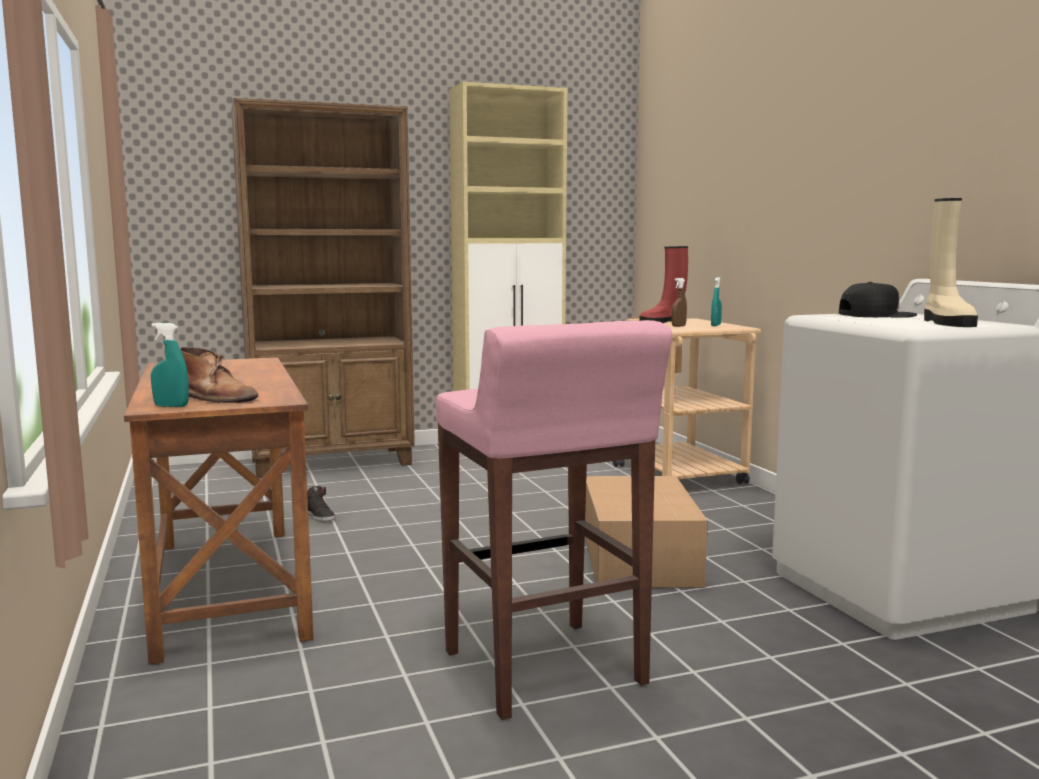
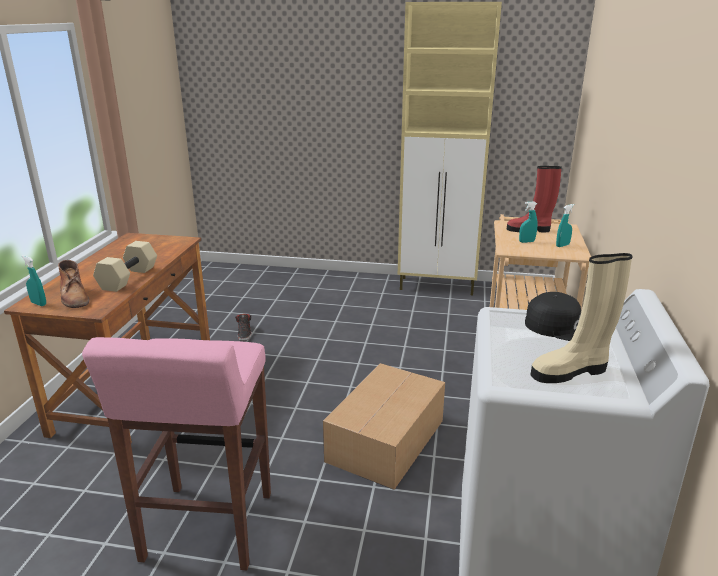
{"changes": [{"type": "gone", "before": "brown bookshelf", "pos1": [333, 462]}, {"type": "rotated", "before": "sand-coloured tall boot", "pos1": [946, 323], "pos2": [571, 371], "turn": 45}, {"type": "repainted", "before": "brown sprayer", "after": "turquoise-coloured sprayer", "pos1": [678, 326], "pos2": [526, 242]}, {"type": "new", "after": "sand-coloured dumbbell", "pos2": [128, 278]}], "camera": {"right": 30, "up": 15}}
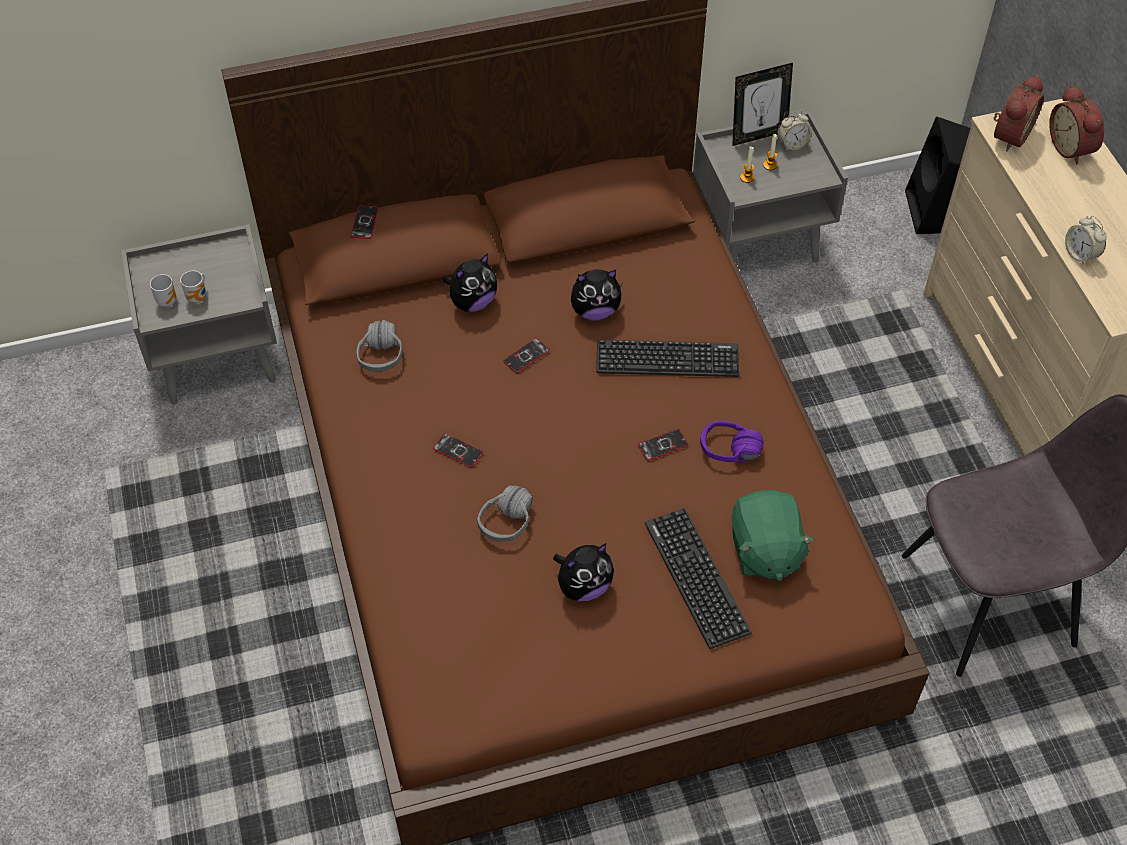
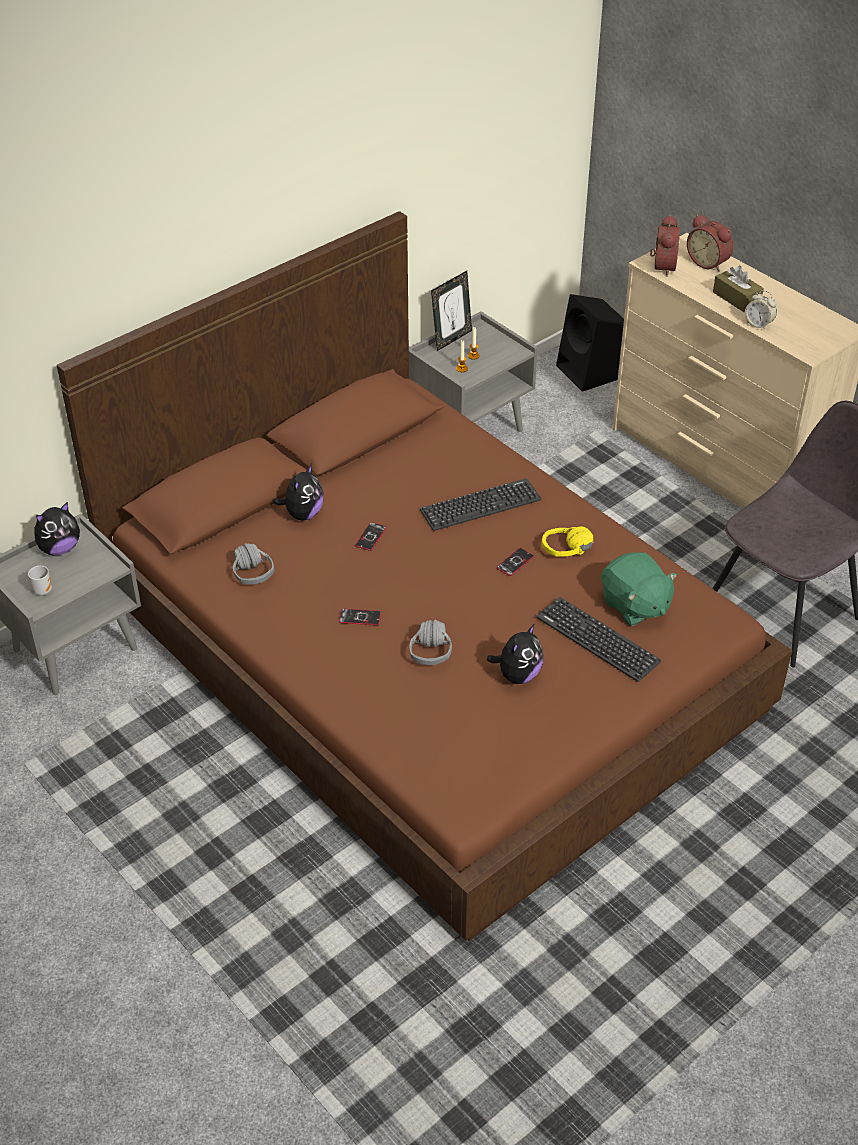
{"changes": [{"type": "gone", "before": "table clock", "pos1": [792, 144]}, {"type": "gone", "before": "handset", "pos1": [364, 223]}, {"type": "shifted", "before": "cuddly toy", "pos1": [595, 311], "pos2": [59, 548]}, {"type": "gone", "before": "mug", "pos1": [198, 297]}, {"type": "repainted", "before": "purple-coloured headset", "after": "yellow headset", "pos1": [729, 458], "pos2": [569, 554]}, {"type": "new", "after": "brown tissue box", "pos2": [736, 298]}], "camera": {"right": -25, "up": -10}}
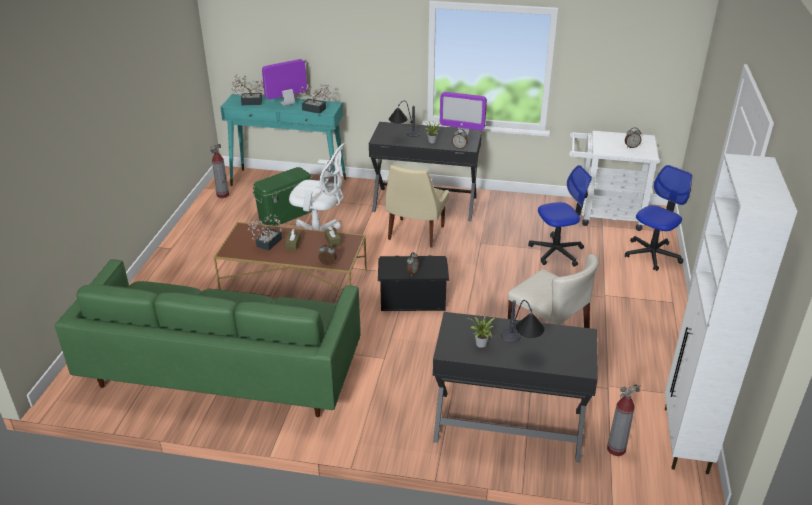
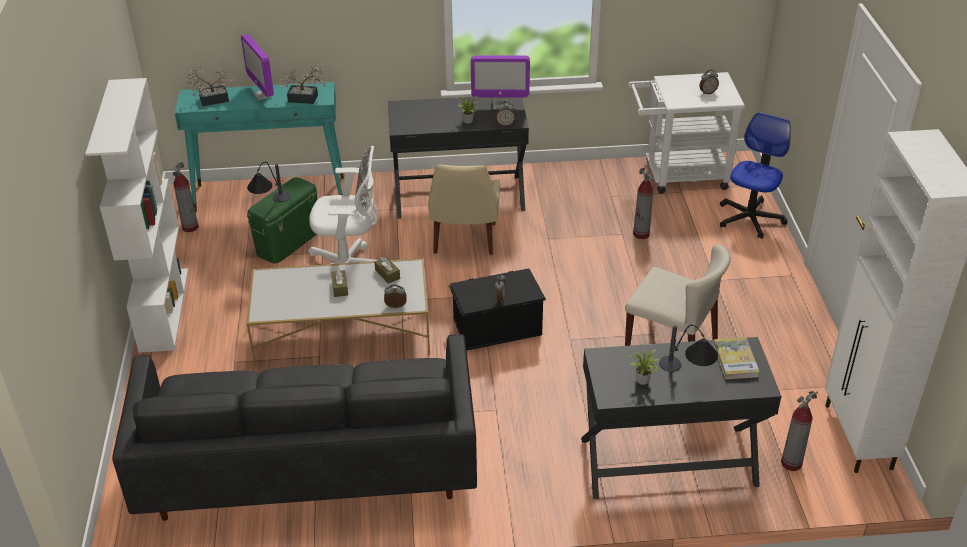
{"changes": [{"type": "rotated", "before": "monitor", "pos1": [287, 103], "pos2": [263, 94], "turn": -75}, {"type": "shifted", "before": "lamp for a table", "pos1": [403, 138], "pos2": [270, 206]}, {"type": "swapped", "before": "desk chair", "after": "extinguisher", "pos1": [556, 252], "pos2": [641, 234]}, {"type": "gone", "before": "potted plant", "pos1": [267, 244]}, {"type": "repainted", "before": "brown coffee table", "after": "white-coloured coffee table", "pos1": [293, 282], "pos2": [341, 333]}, {"type": "repainted", "before": "green sofa", "after": "black-coloured sofa", "pos1": [223, 371], "pos2": [309, 467]}, {"type": "new", "after": "white-coloured bookshelf", "pos2": [163, 309]}, {"type": "new", "after": "volume", "pos2": [735, 360]}], "camera": {"right": -15, "up": 5}}
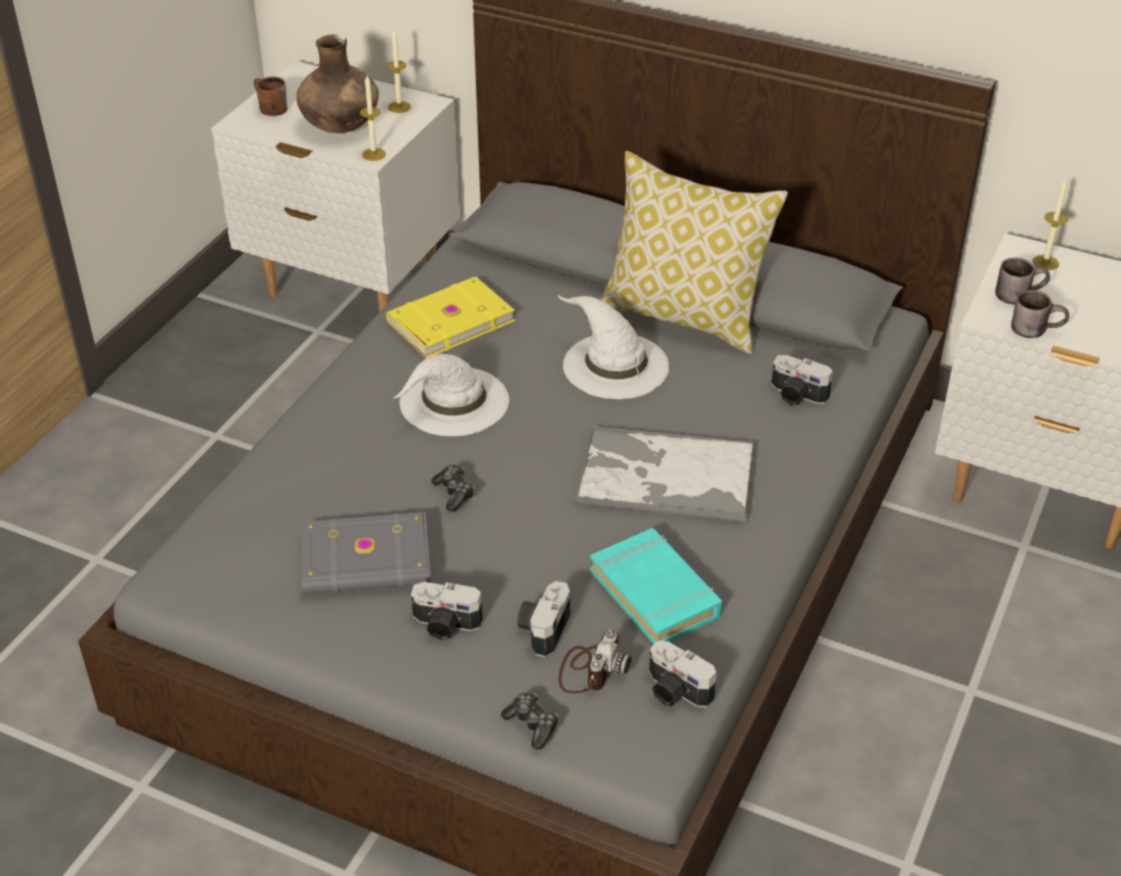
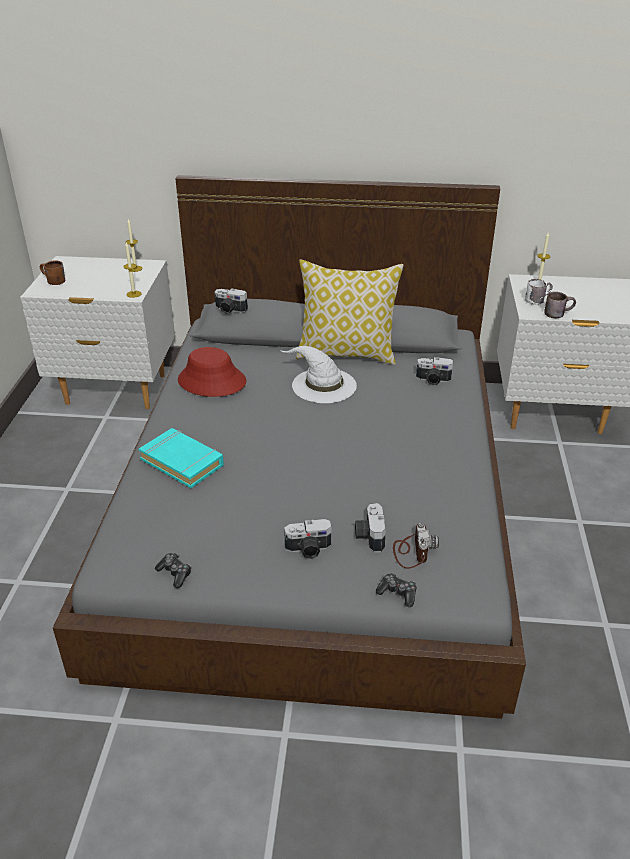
{"changes": [{"type": "gone", "before": "brown vase", "pos1": [341, 127]}, {"type": "repainted", "before": "brown mug", "after": "white-coloured mug", "pos1": [1017, 294], "pos2": [536, 299]}, {"type": "swapped", "before": "yellow volume", "after": "red hat", "pos1": [449, 320], "pos2": [211, 381]}, {"type": "gone", "before": "white-coloured hat", "pos1": [453, 402]}, {"type": "gone", "before": "carrying tray", "pos1": [664, 476]}, {"type": "shifted", "before": "gamepad", "pos1": [454, 493], "pos2": [175, 573]}, {"type": "gone", "before": "gray volume", "pos1": [367, 561]}, {"type": "shifted", "before": "turquoise-coloured volume", "pos1": [655, 593], "pos2": [182, 462]}, {"type": "shifted", "before": "still camera", "pos1": [675, 692], "pos2": [229, 310]}], "camera": {"right": -20, "up": -5}}
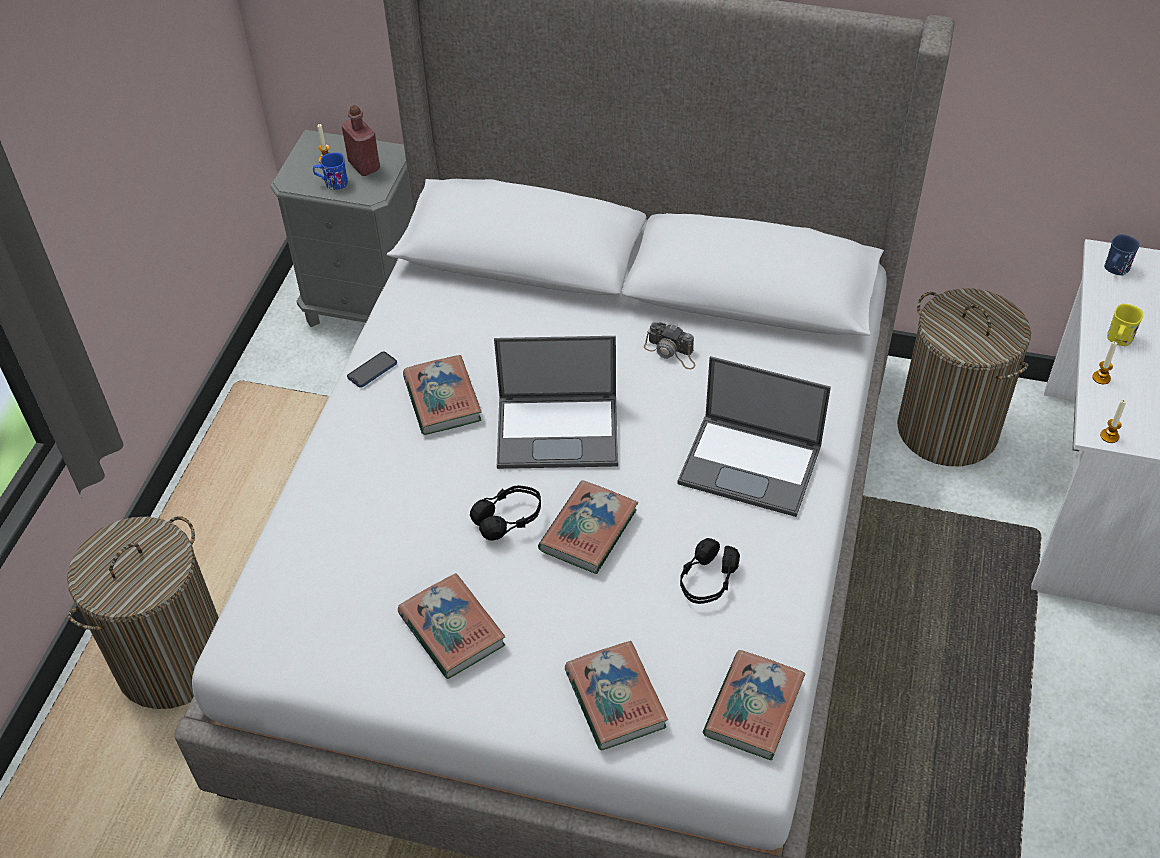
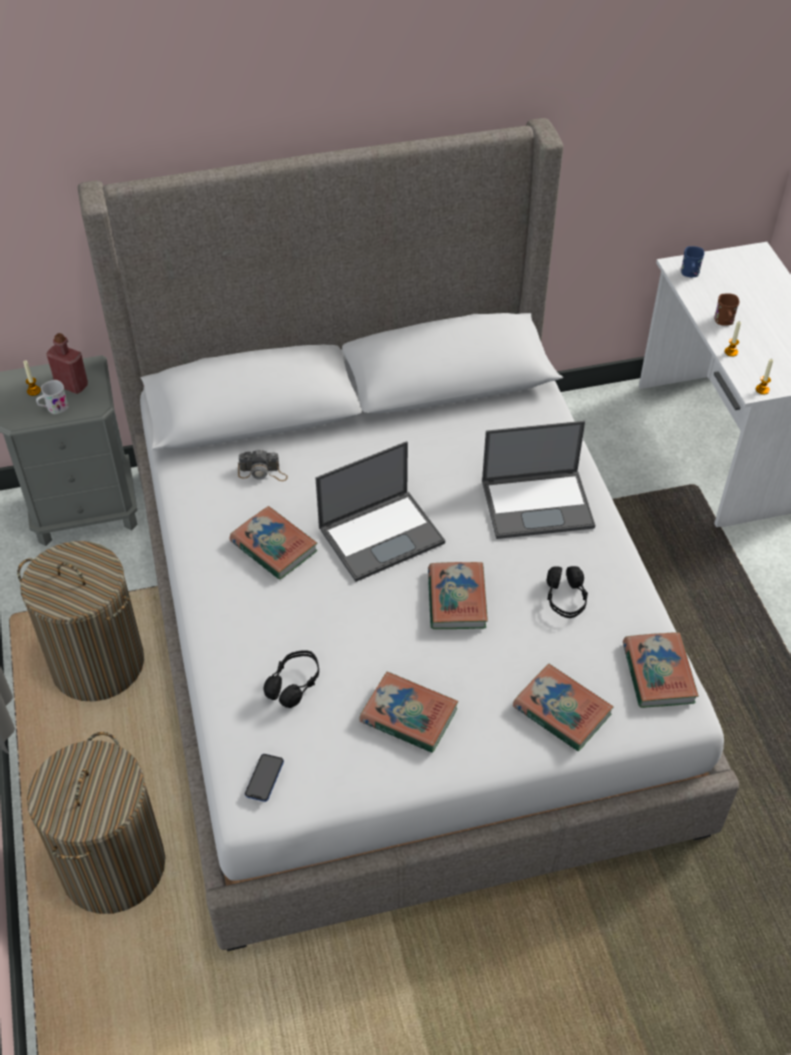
{"changes": [{"type": "repainted", "before": "blue mug", "after": "white-coloured mug", "pos1": [332, 183], "pos2": [54, 408]}, {"type": "shifted", "before": "laundry basket", "pos1": [947, 429], "pos2": [97, 663]}, {"type": "repainted", "before": "yellow mug", "after": "brown mug", "pos1": [1118, 340], "pos2": [724, 322]}, {"type": "shifted", "before": "still camera", "pos1": [671, 352], "pos2": [263, 472]}, {"type": "shifted", "before": "handset", "pos1": [372, 370], "pos2": [264, 778]}, {"type": "shifted", "before": "black-coloured headset", "pos1": [508, 519], "pos2": [294, 684]}], "camera": {"right": -30, "up": 0}}
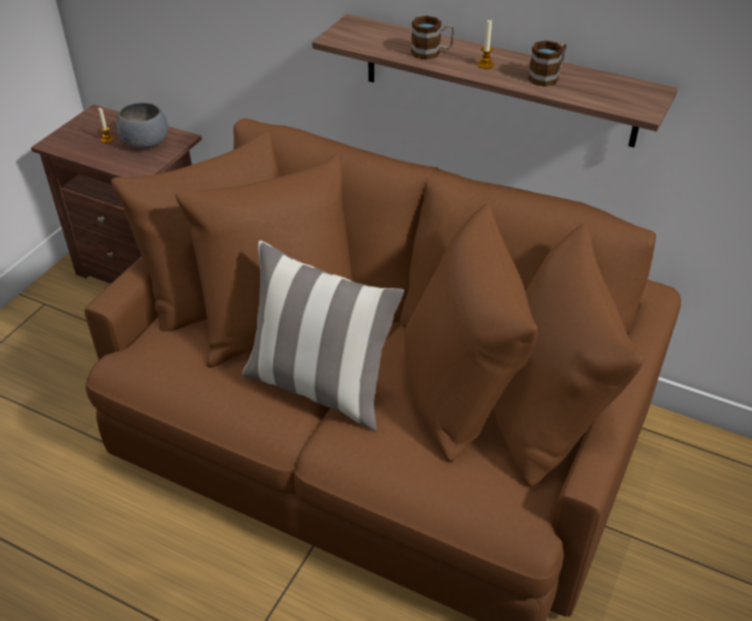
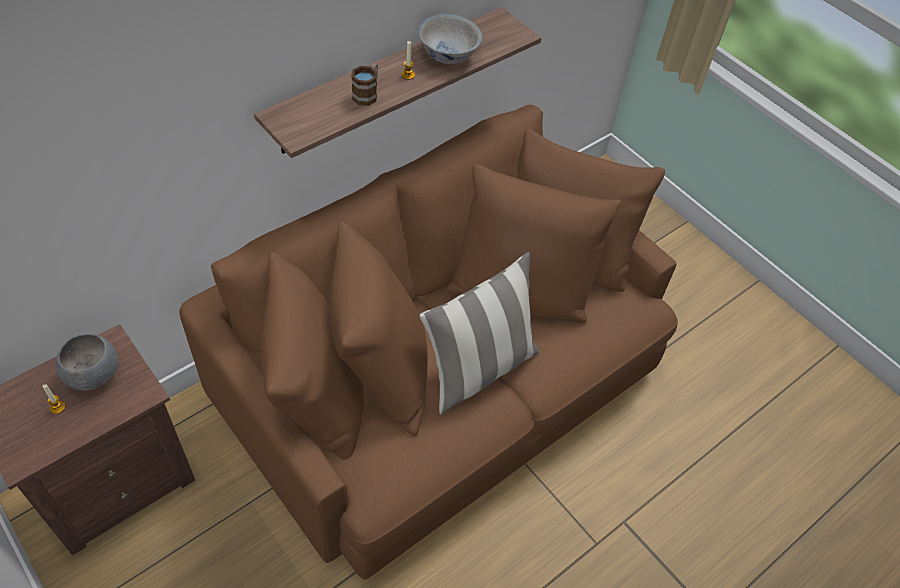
{"changes": [{"type": "swapped", "before": "mug", "after": "white-coloured deep dish", "pos1": [547, 76], "pos2": [448, 54]}], "camera": {"right": -70, "up": 10}}
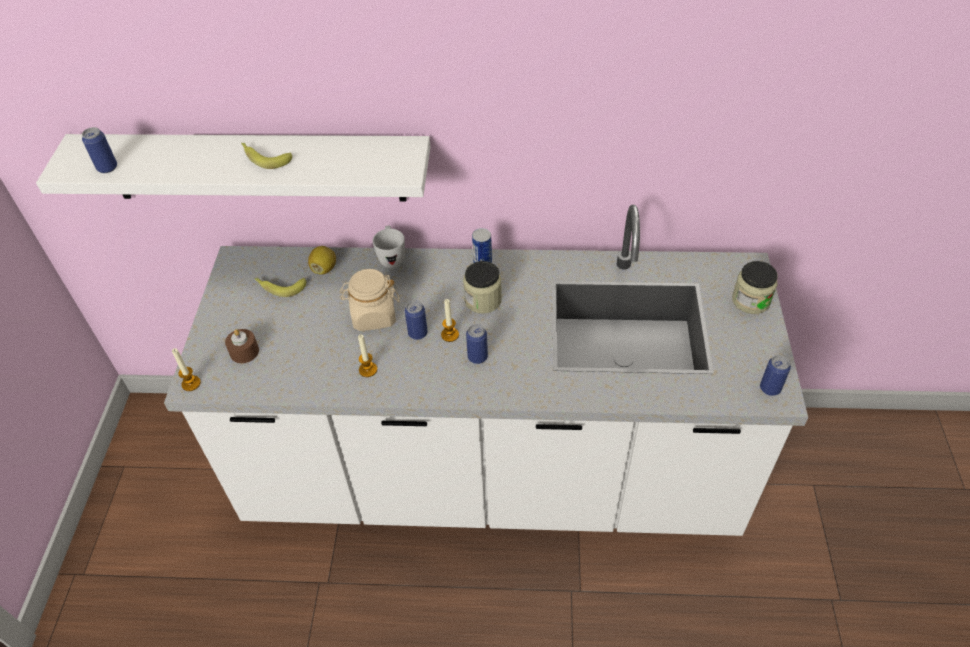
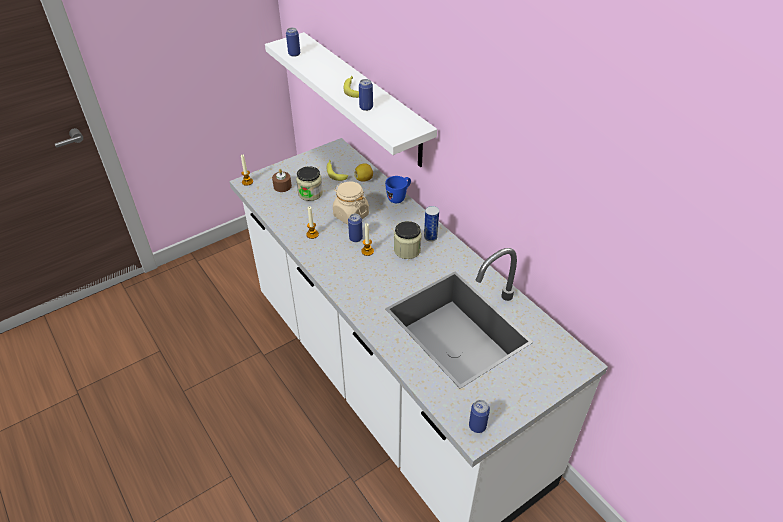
{"changes": [{"type": "repainted", "before": "white-coloured mug", "after": "blue mug", "pos1": [391, 257], "pos2": [399, 198]}, {"type": "shifted", "before": "jar", "pos1": [750, 300], "pos2": [310, 193]}, {"type": "shifted", "before": "metal can", "pos1": [477, 357], "pos2": [366, 107]}], "camera": {"right": 50, "up": -5}}
